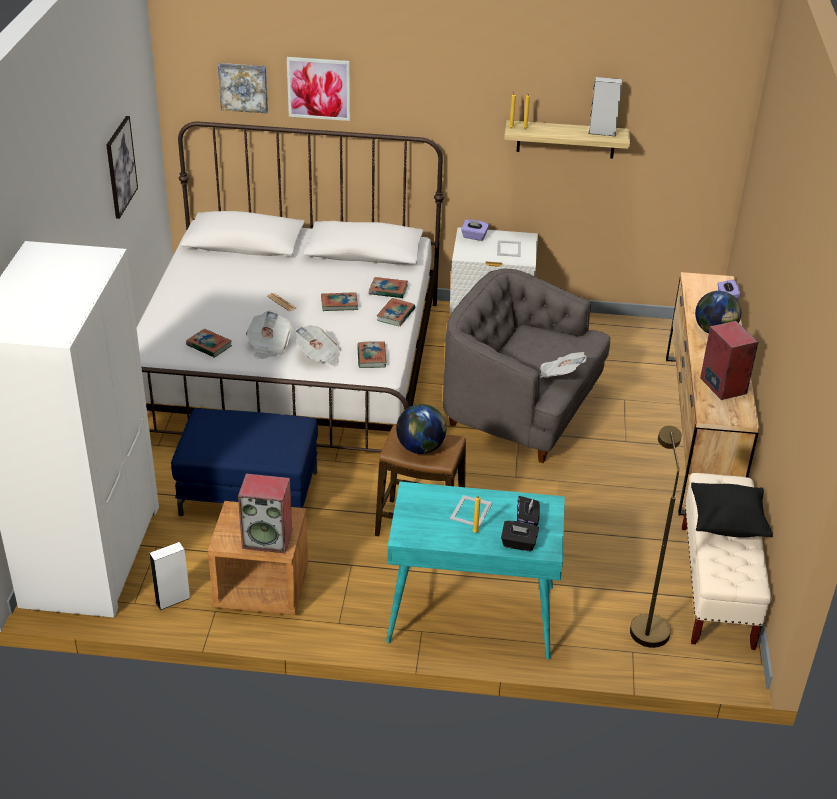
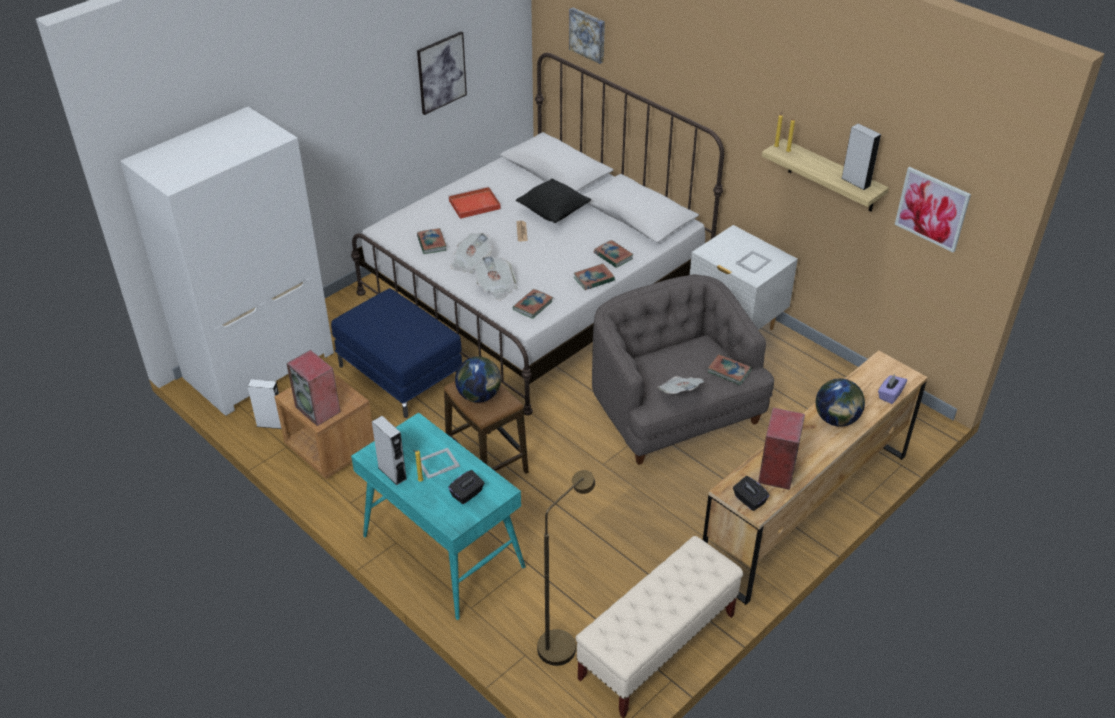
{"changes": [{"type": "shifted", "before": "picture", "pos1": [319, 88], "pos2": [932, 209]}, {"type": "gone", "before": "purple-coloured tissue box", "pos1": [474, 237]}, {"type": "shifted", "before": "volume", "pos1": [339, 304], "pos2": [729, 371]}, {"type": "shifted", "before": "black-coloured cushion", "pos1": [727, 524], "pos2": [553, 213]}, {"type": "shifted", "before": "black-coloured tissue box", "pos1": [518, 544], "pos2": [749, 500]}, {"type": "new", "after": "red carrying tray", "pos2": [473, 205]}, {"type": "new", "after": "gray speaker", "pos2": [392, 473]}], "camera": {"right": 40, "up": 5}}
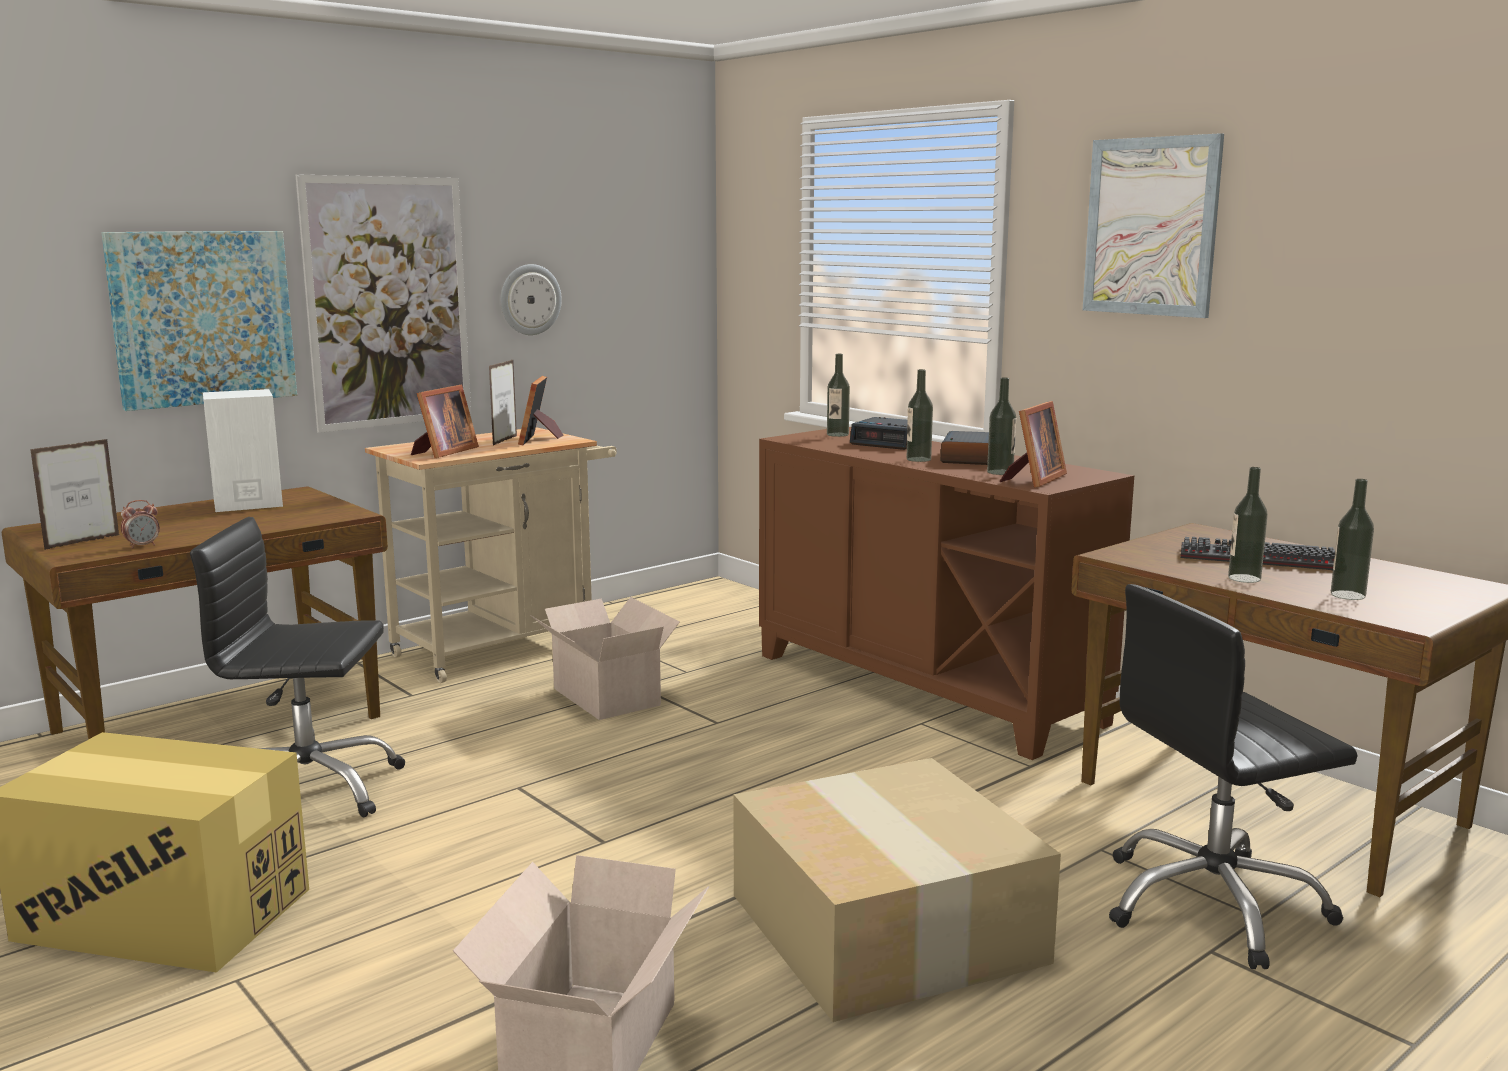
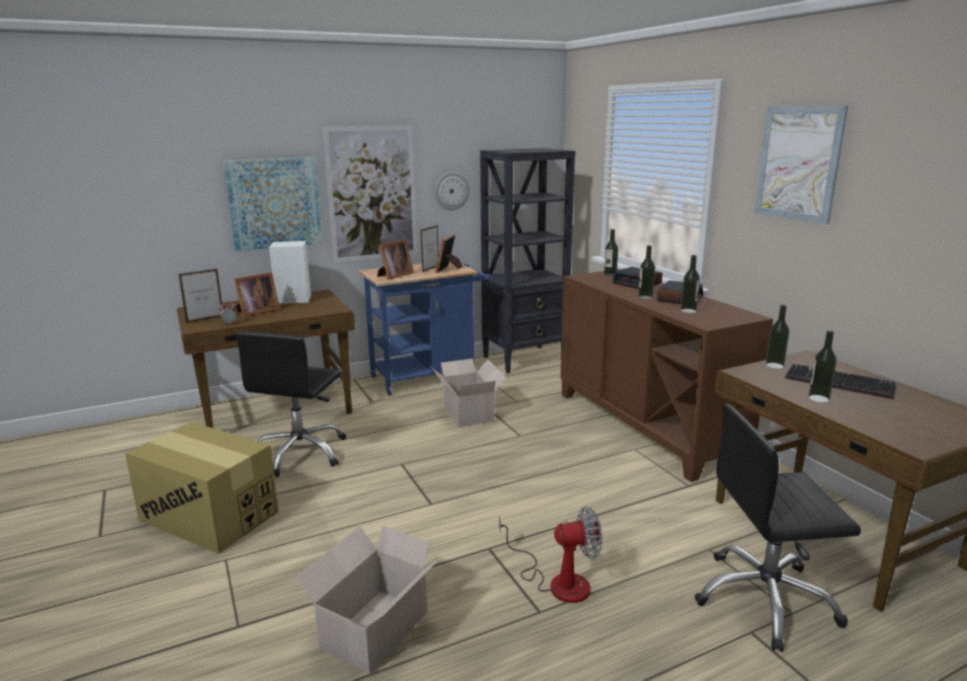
{"changes": [{"type": "shifted", "before": "standing frame", "pos1": [1033, 480], "pos2": [256, 312]}, {"type": "repainted", "before": "sand-coloured wheeled cart", "after": "blue wheeled cart", "pos1": [505, 647], "pos2": [429, 376]}, {"type": "shifted", "before": "drink bottle", "pos1": [1347, 595], "pos2": [774, 365]}, {"type": "rotated", "before": "black-coloured desk chair", "pos1": [307, 790], "pos2": [301, 453], "turn": -90}, {"type": "swapped", "before": "packing box", "after": "electric fan", "pos1": [880, 926], "pos2": [557, 581]}, {"type": "new", "after": "black-coloured bookshelf", "pos2": [525, 359]}], "camera": {"right": 15, "up": 5}}
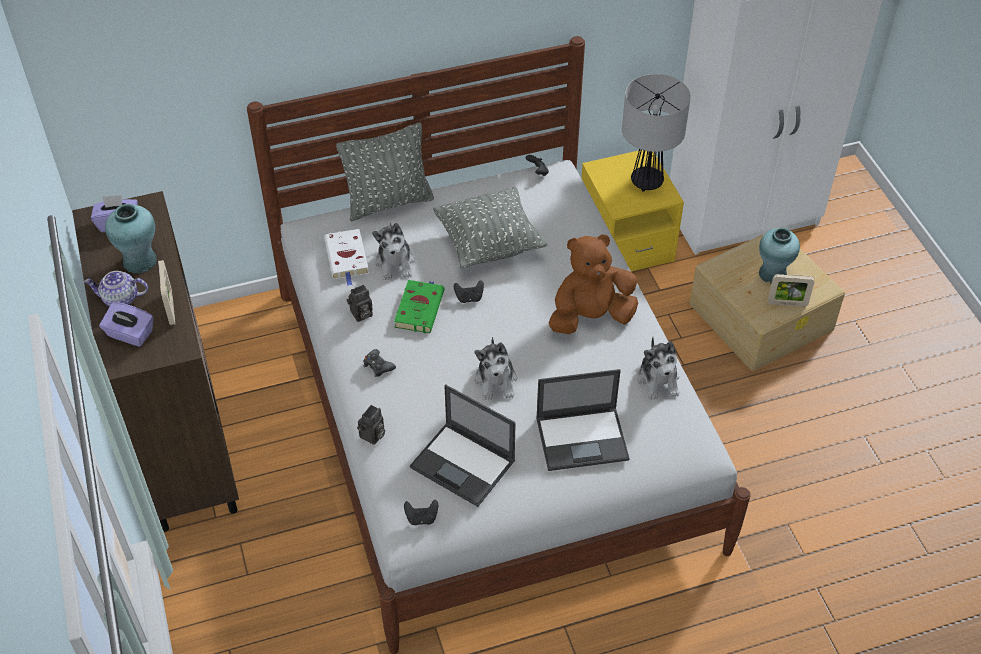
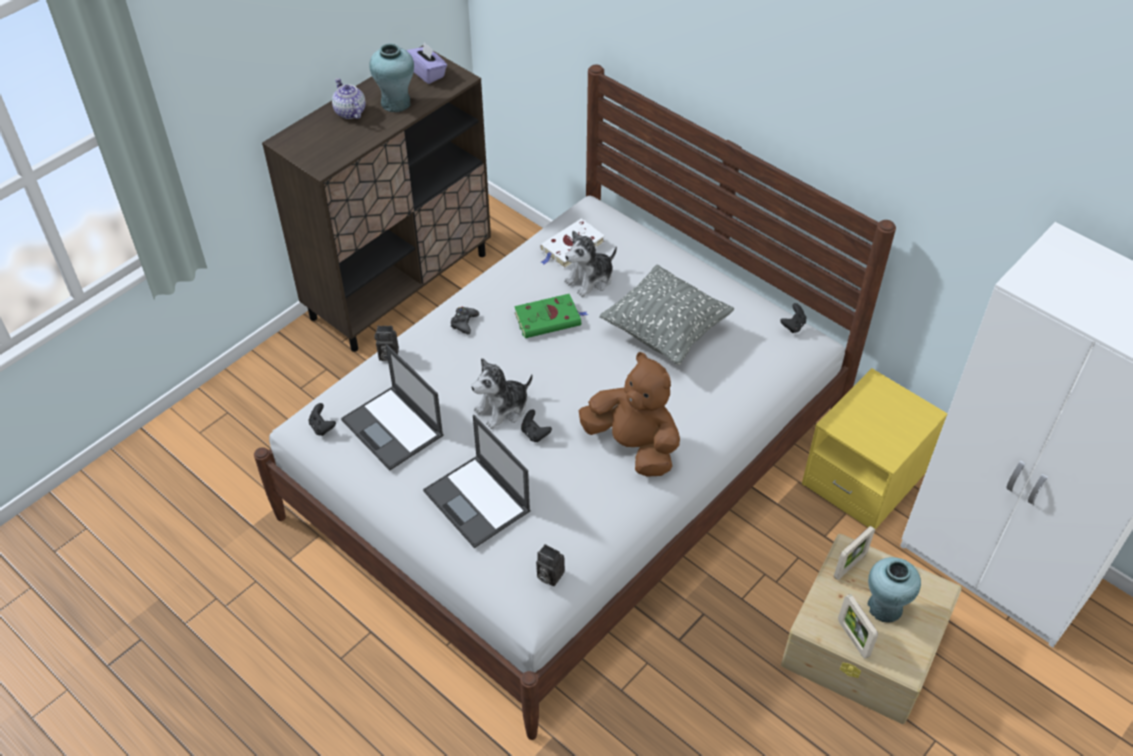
{"changes": [{"type": "gone", "before": "lamp for a table", "pos1": [647, 182]}, {"type": "gone", "before": "gray cushion", "pos1": [388, 202]}, {"type": "shifted", "before": "standing frame", "pos1": [171, 309], "pos2": [850, 566]}, {"type": "shifted", "before": "black-coloured gamepad", "pos1": [469, 298], "pos2": [534, 433]}, {"type": "shifted", "before": "still camera", "pos1": [361, 315], "pos2": [548, 575]}, {"type": "gone", "before": "purple-coloured tissue box", "pos1": [130, 334]}, {"type": "gone", "before": "cuddly toy", "pos1": [658, 380]}, {"type": "rotated", "before": "portable computer", "pos1": [464, 464], "pos2": [393, 428], "turn": -45}], "camera": {"right": 60, "up": 0}}
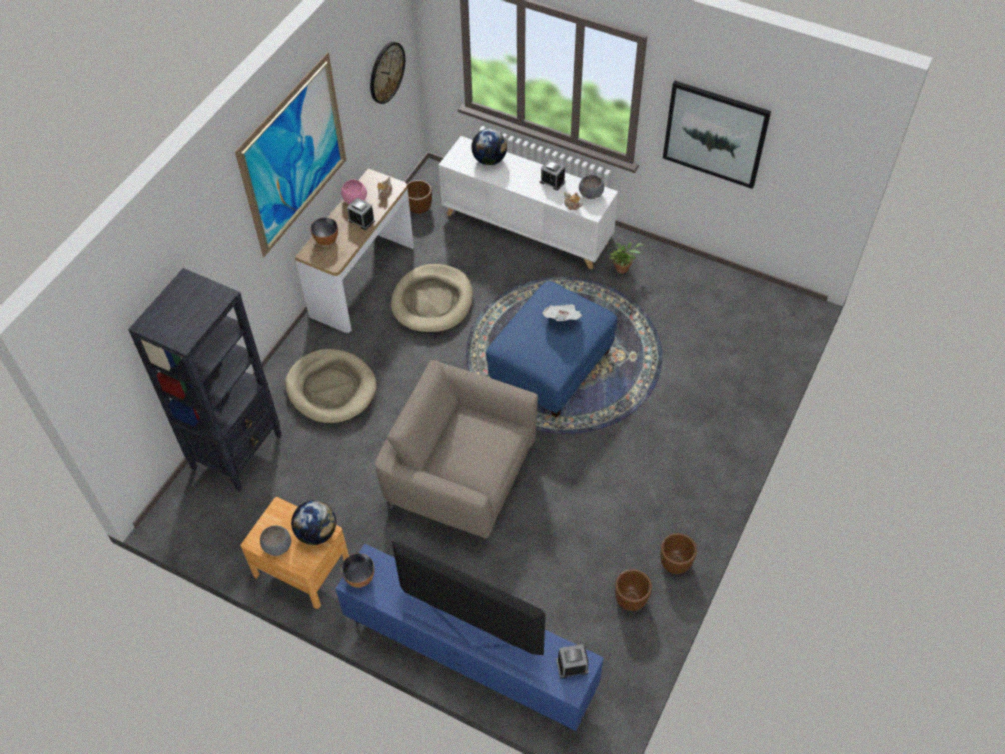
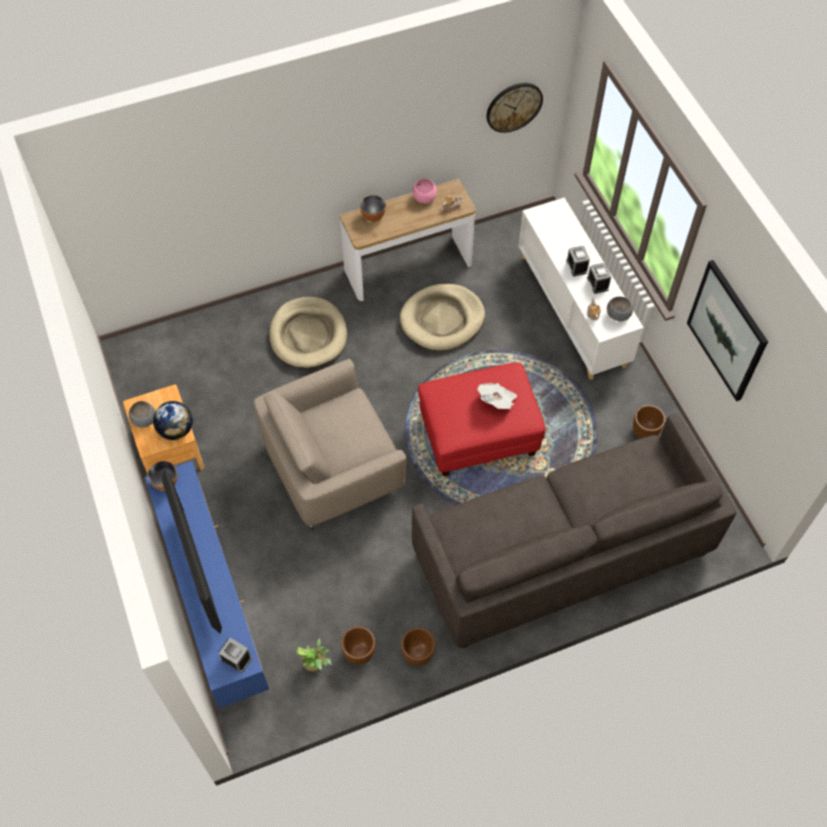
{"changes": [{"type": "gone", "before": "picture", "pos1": [294, 156]}, {"type": "gone", "before": "desk globe", "pos1": [489, 160]}, {"type": "shifted", "before": "brown plant pot", "pos1": [419, 208], "pos2": [645, 432]}, {"type": "shifted", "before": "table clock", "pos1": [361, 220], "pos2": [576, 266]}, {"type": "shifted", "before": "potted plant", "pos1": [623, 268], "pos2": [316, 665]}, {"type": "gone", "before": "black-coloured bookshelf", "pos1": [238, 451]}, {"type": "repainted", "before": "blue footrest", "after": "red footrest", "pos1": [551, 368], "pos2": [478, 435]}, {"type": "rotated", "before": "sand-coloured easy chair", "pos1": [460, 475], "pos2": [332, 466], "turn": -90}, {"type": "new", "after": "gray sofa", "pos2": [562, 552]}], "camera": {"right": 40, "up": 5}}
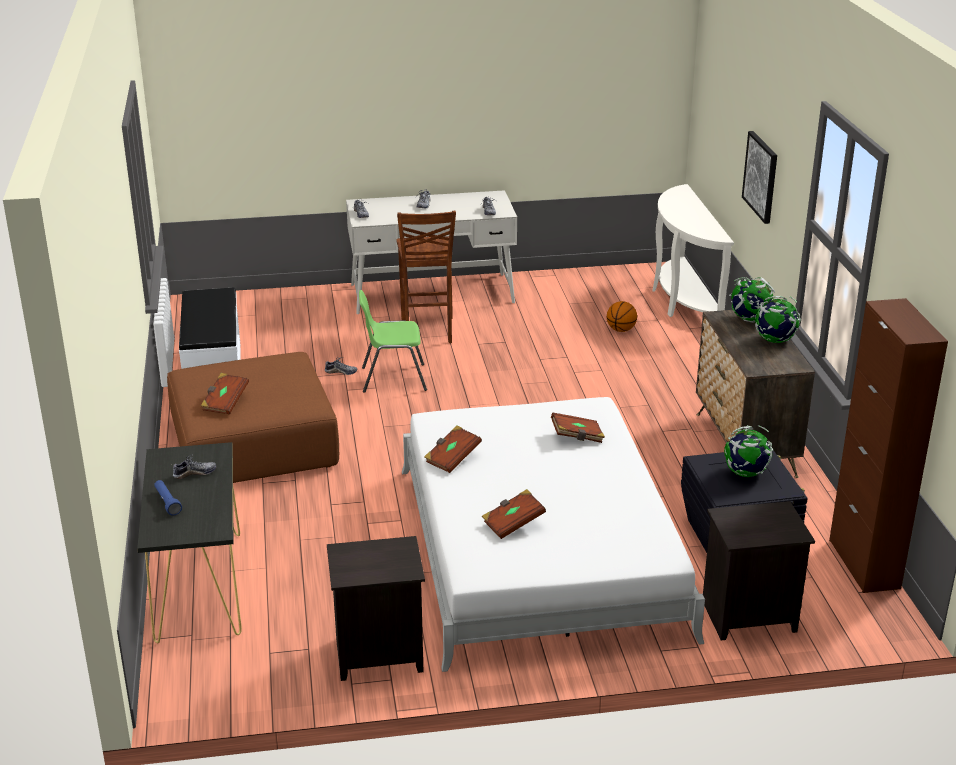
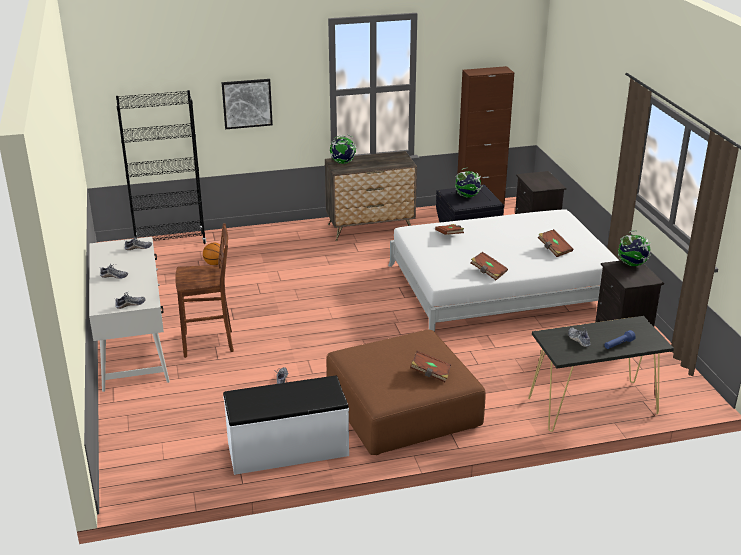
{"changes": [{"type": "swapped", "before": "white-coloured narrow table", "after": "black-coloured bookshelf", "pos1": [682, 301], "pos2": [170, 242]}, {"type": "gone", "before": "green plain chair", "pos1": [392, 378]}, {"type": "shifted", "before": "desk globe", "pos1": [774, 341], "pos2": [632, 264]}], "camera": {"right": -95, "up": 0}}
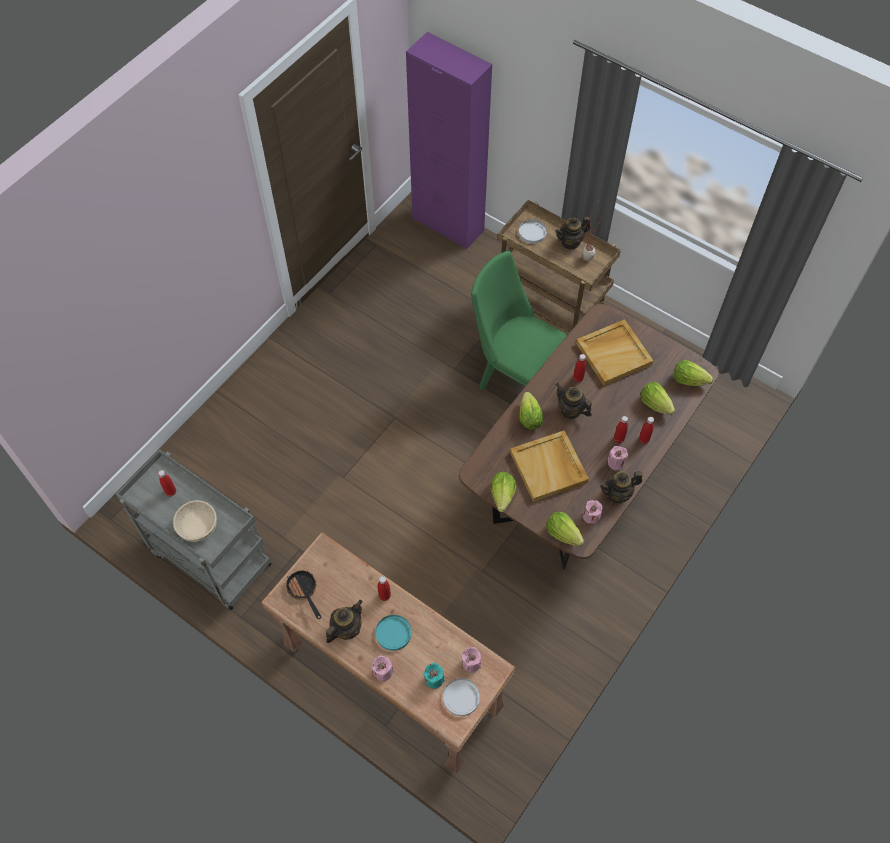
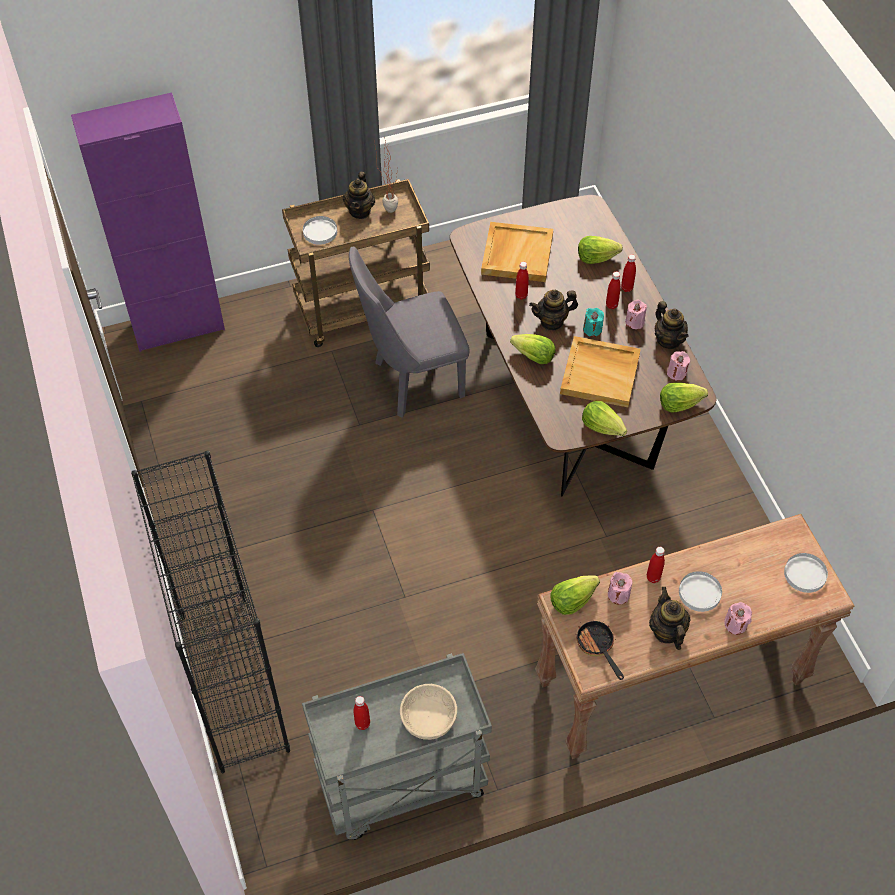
{"changes": [{"type": "repainted", "before": "green plain chair", "after": "gray plain chair", "pos1": [513, 376], "pos2": [411, 382]}, {"type": "shifted", "before": "lettuce", "pos1": [689, 379], "pos2": [571, 600]}, {"type": "rotated", "before": "teapot", "pos1": [618, 494], "pos2": [668, 340], "turn": -45}, {"type": "rotated", "before": "frying pan", "pos1": [304, 591], "pos2": [597, 647], "turn": 60}, {"type": "repainted", "before": "turquoise-coloured plate", "after": "white-coloured plate", "pos1": [393, 633], "pos2": [699, 592]}, {"type": "shifted", "before": "pink candle", "pos1": [471, 663], "pos2": [618, 594]}, {"type": "shifted", "before": "turquoise-coloured candle", "pos1": [434, 679], "pos2": [592, 329]}, {"type": "new", "after": "black-coloured bookshelf", "pos2": [233, 681]}], "camera": {"right": -55, "up": -5}}
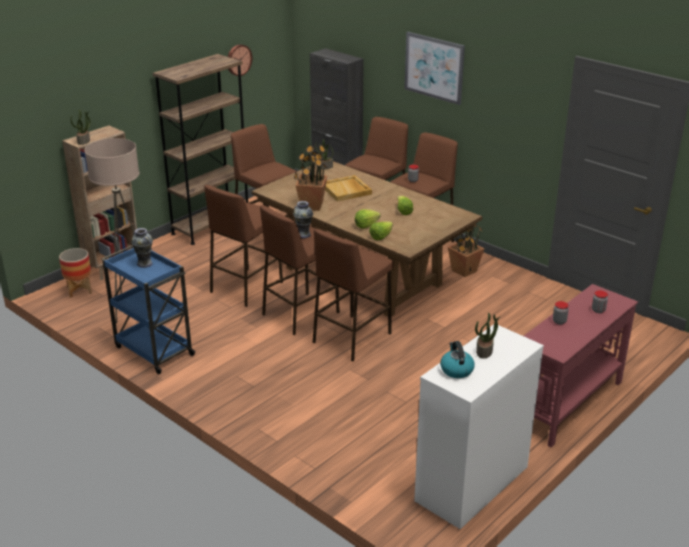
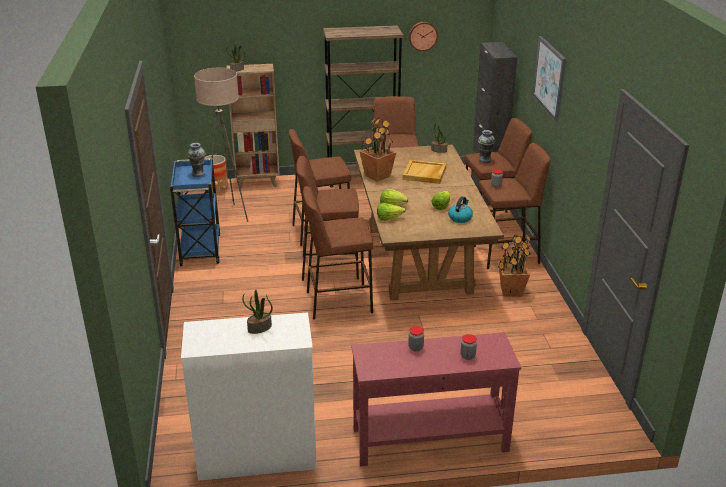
{"changes": [{"type": "shifted", "before": "vase", "pos1": [303, 235], "pos2": [485, 160]}, {"type": "shifted", "before": "water kettle", "pos1": [456, 370], "pos2": [460, 218]}], "camera": {"right": 40, "up": 0}}
